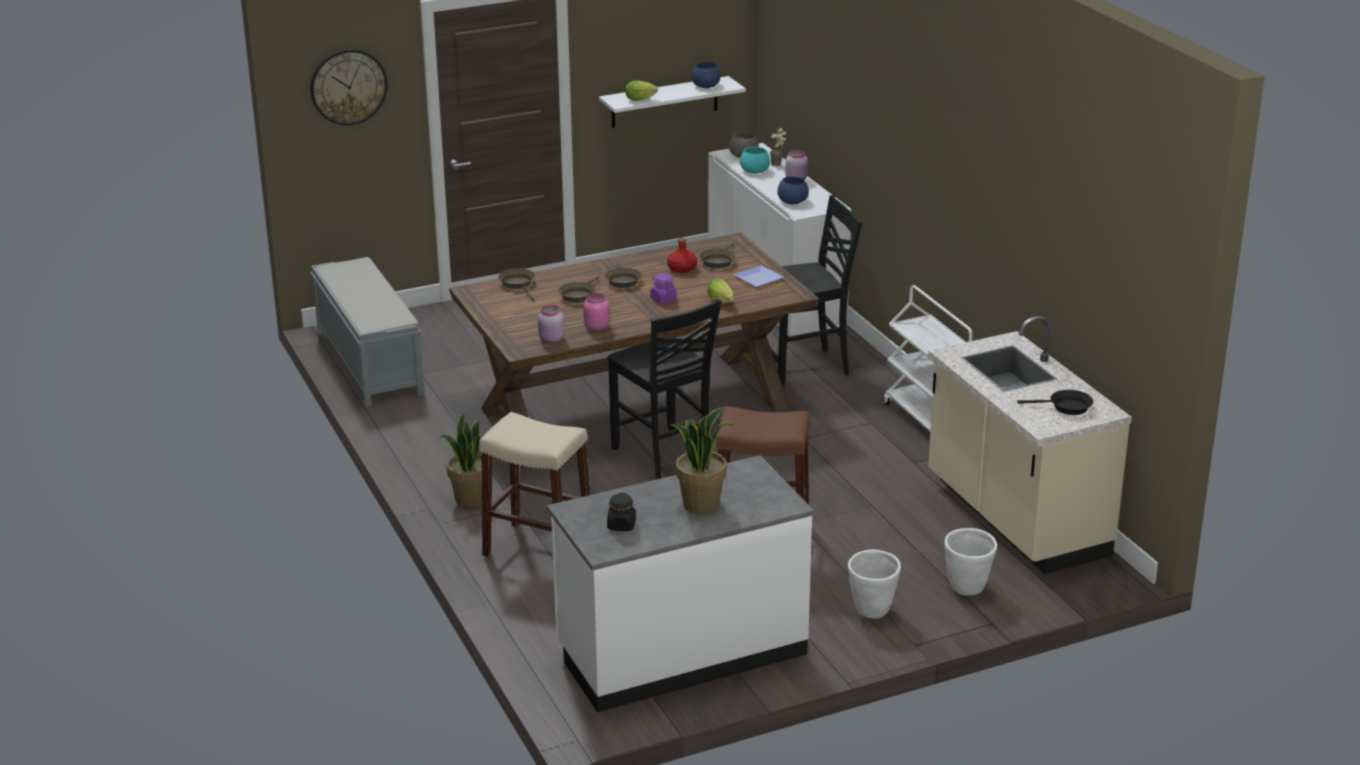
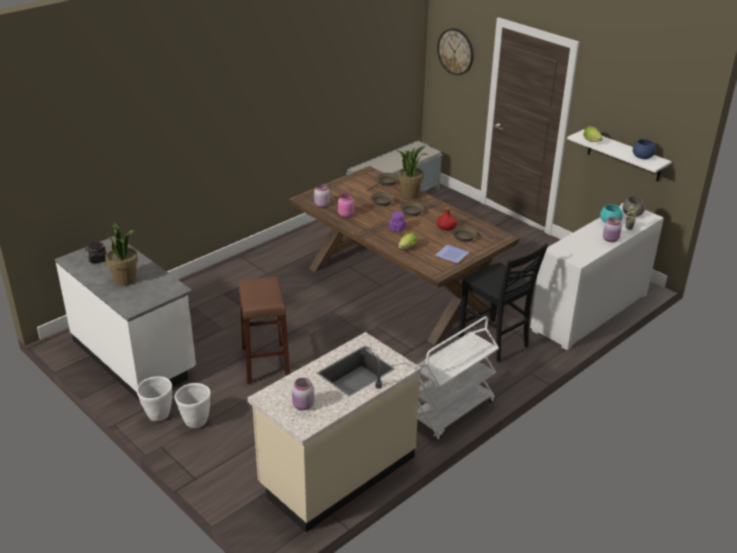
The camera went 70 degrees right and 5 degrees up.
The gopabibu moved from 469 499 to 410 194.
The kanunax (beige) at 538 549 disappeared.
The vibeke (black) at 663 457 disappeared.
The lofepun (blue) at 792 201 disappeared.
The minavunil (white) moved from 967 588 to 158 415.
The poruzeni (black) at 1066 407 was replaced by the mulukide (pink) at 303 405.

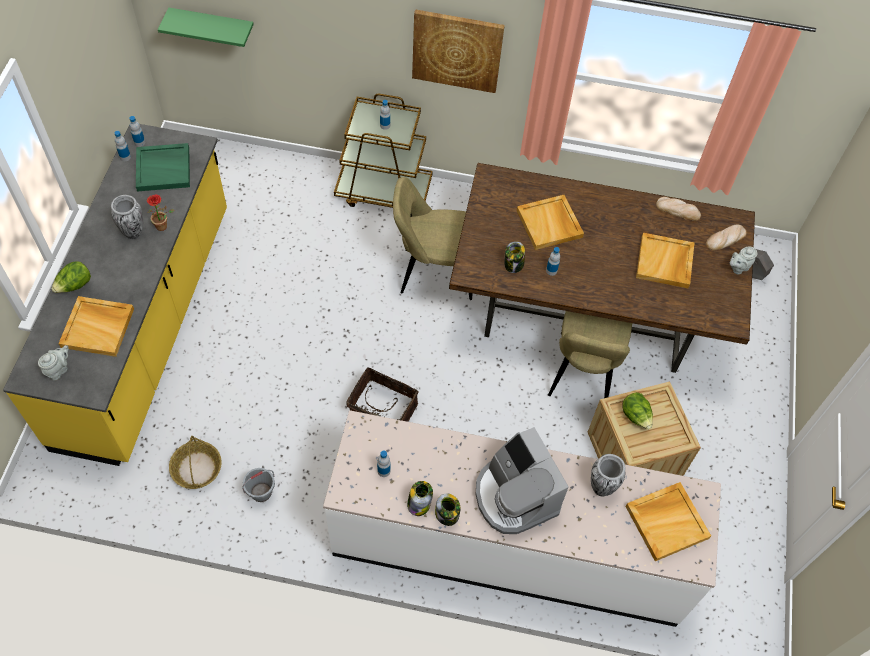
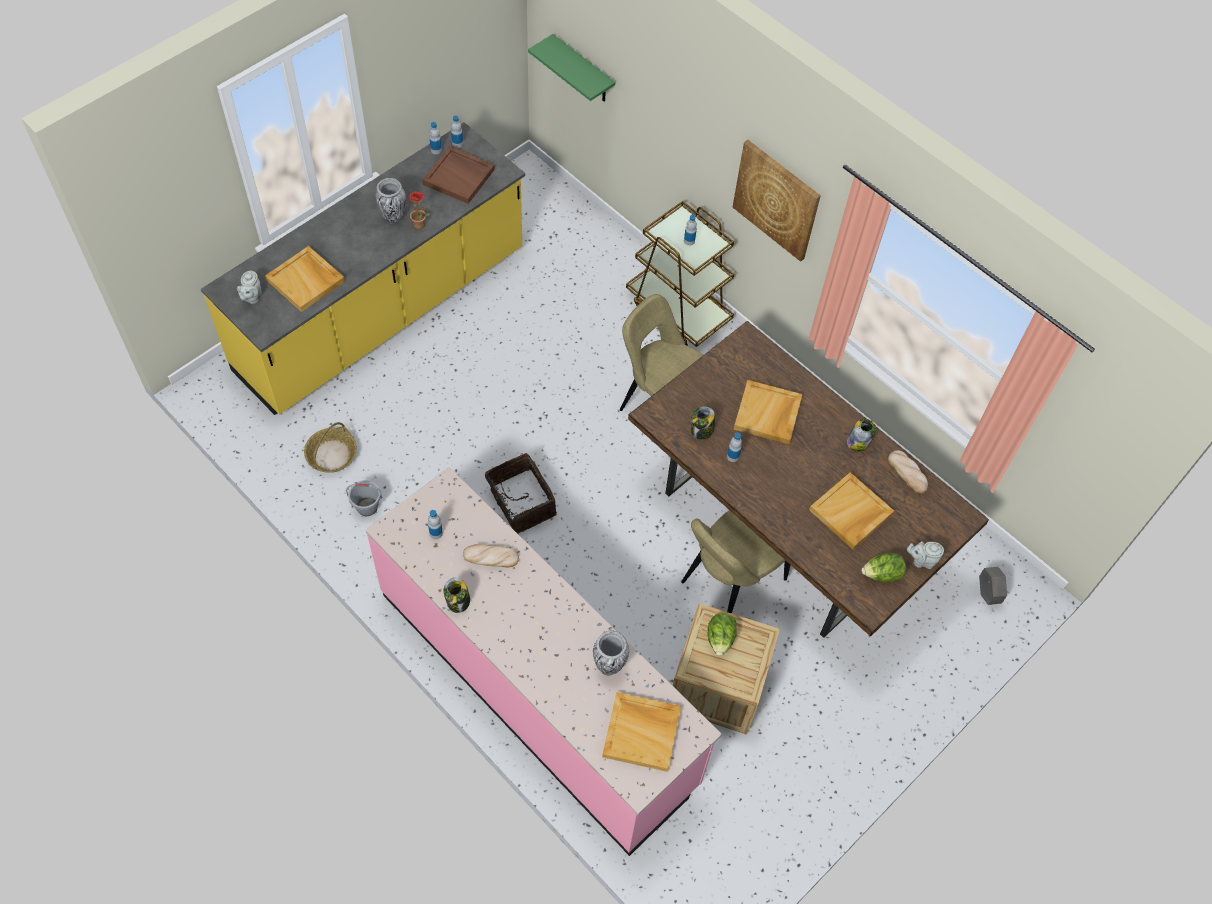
The camera went 35 degrees right and 0 degrees up.
The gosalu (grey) at 59 369 turned 120 degrees clockwise.
The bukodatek moved from 75 285 to 882 574.
The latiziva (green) at 164 168 became the latiziva (brown) at 459 177.
The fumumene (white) at 509 545 became the fumumene (pink) at 538 687.
The mulukide moved from 419 504 to 858 442.
The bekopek at 514 496 disappeared.
The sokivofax moved from 725 239 to 490 557.

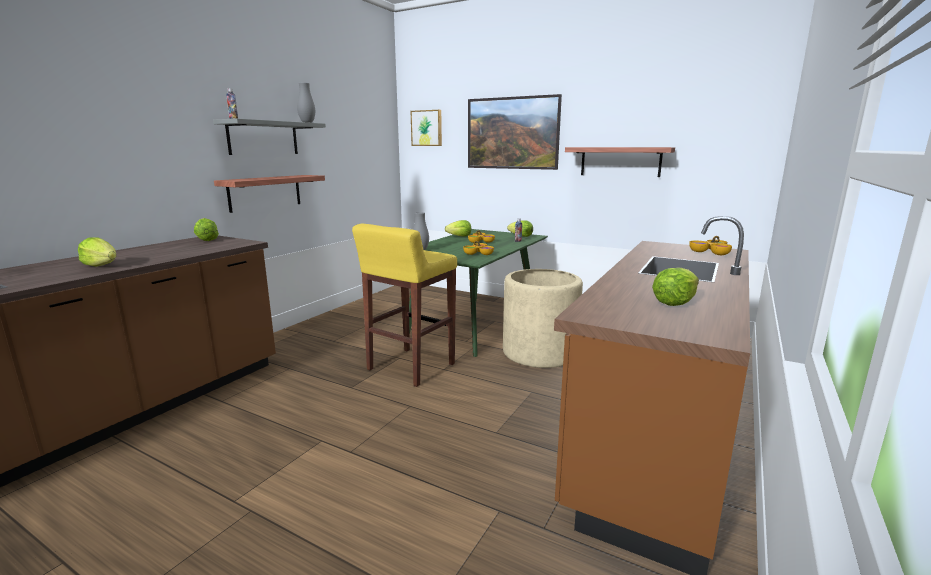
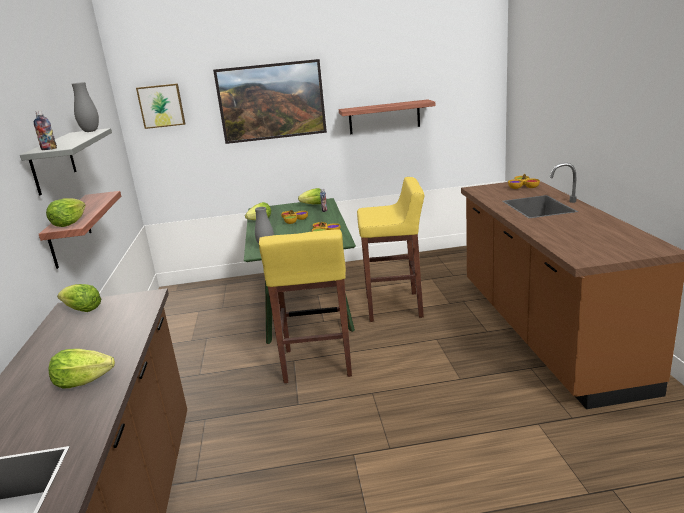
The camera went 35 degrees left and 5 degrees up.
The minavunil (beige) at 539 353 was replaced by the kanunax (yellow) at 395 307.
The bukodatek moved from 674 302 to 69 224.

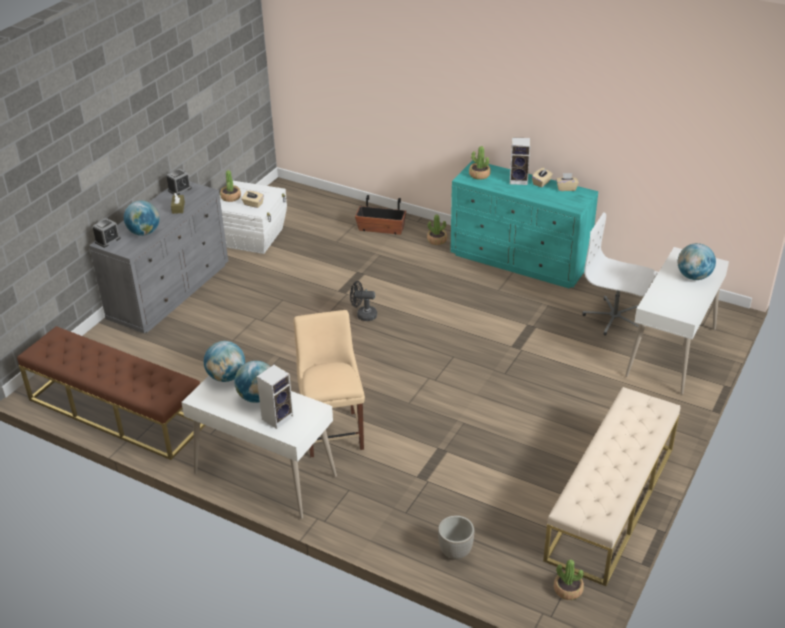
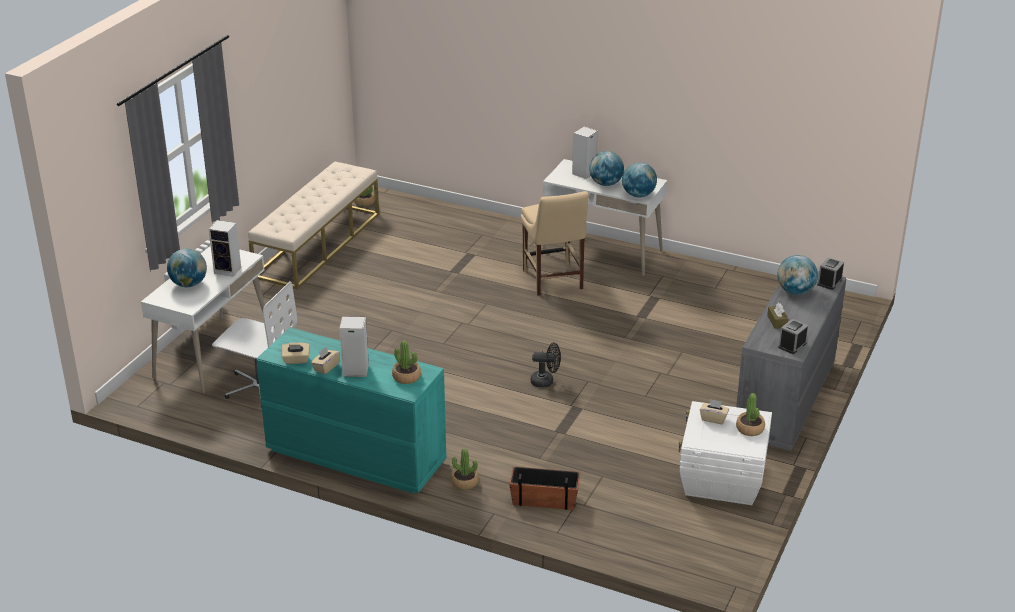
The camera went 175 degrees right and 5 degrees down.
The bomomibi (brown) at 116 411 disappeared.
The minavunil at 455 551 disappeared.
The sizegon at 228 270 appeared.

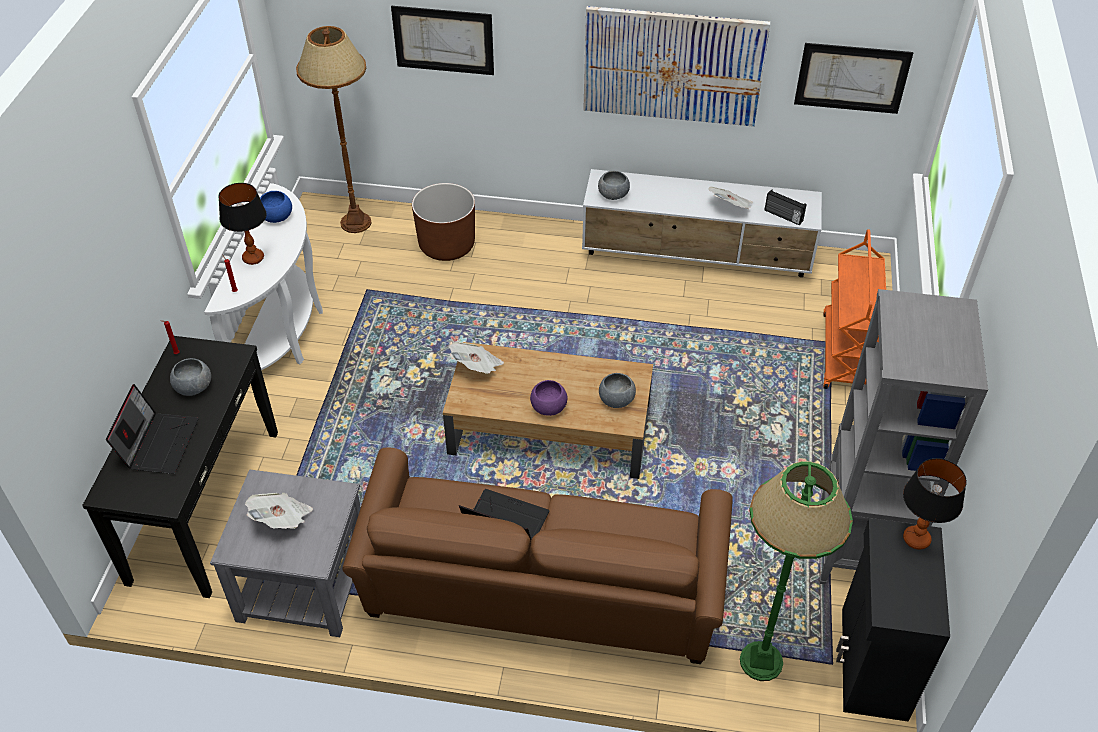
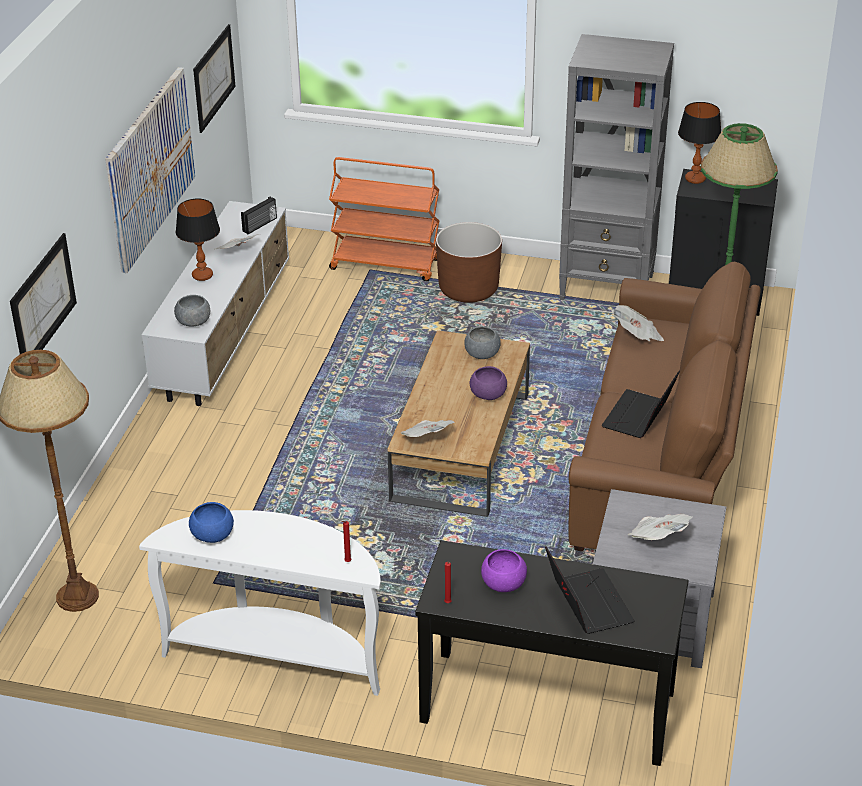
The camera went 85 degrees left and 10 degrees down.
The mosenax at 159 443 turned 60 degrees clockwise.
The lofepun (grey) at 193 387 became the lofepun (purple) at 503 583.
The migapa moved from 253 258 to 202 276.
The minavunil (brown) moved from 447 245 to 468 289.
The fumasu at 637 336 appeared.

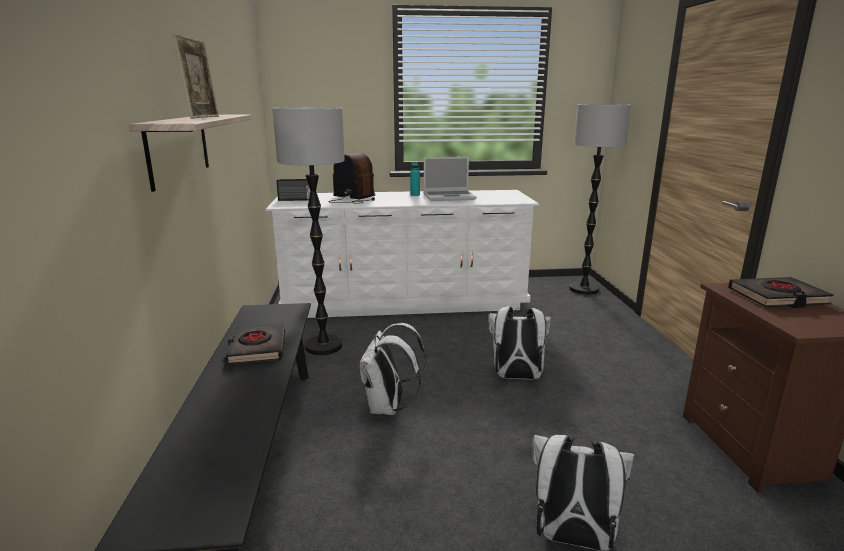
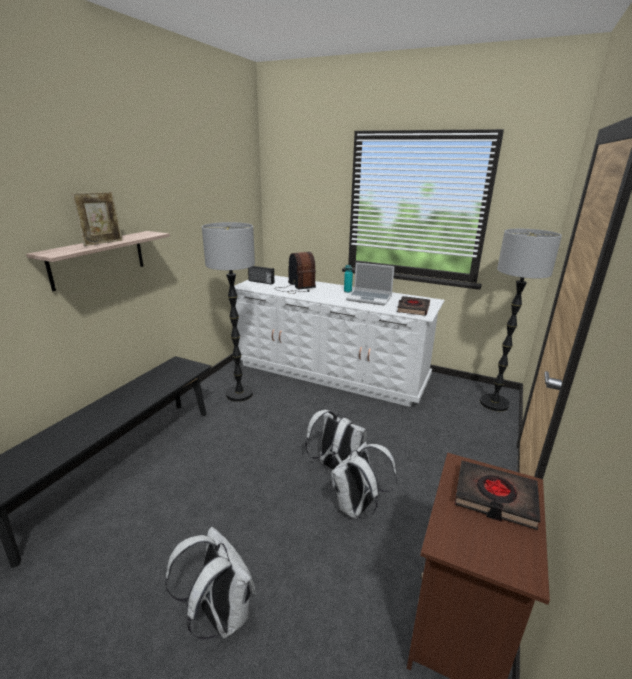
The camera went 30 degrees right and 5 degrees up.
The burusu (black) moved from 257 348 to 413 308.
The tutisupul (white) moved from 388 407 to 357 508.

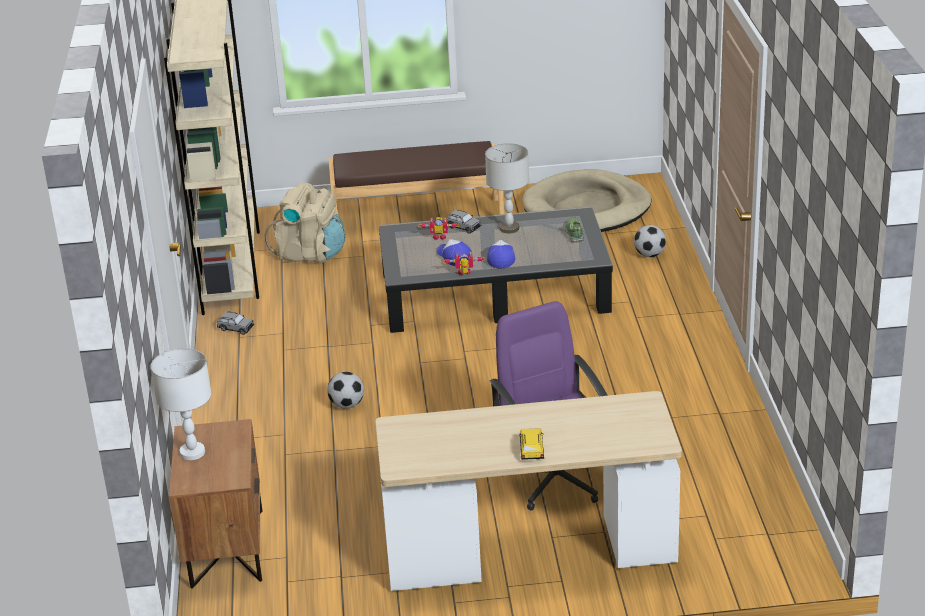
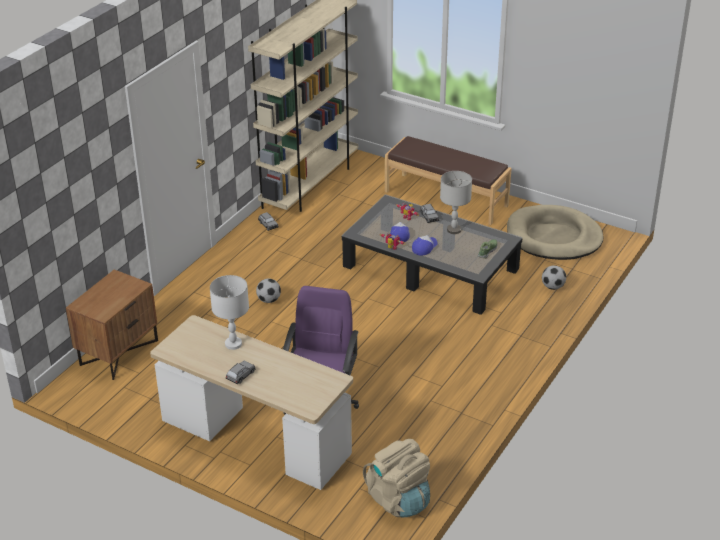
The camera went 35 degrees right and 5 degrees up.
The migapa (white) moved from 193 452 to 233 344.
The tutisupul (beige) moved from 310 253 to 398 499.
The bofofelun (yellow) at 531 450 became the bofofelun (grey) at 240 376.

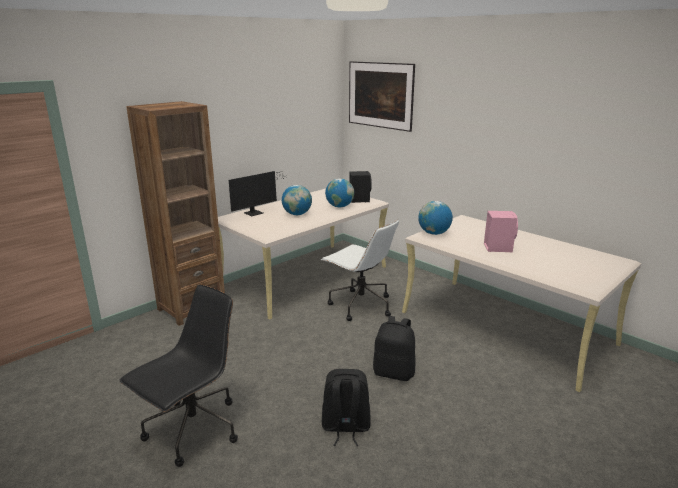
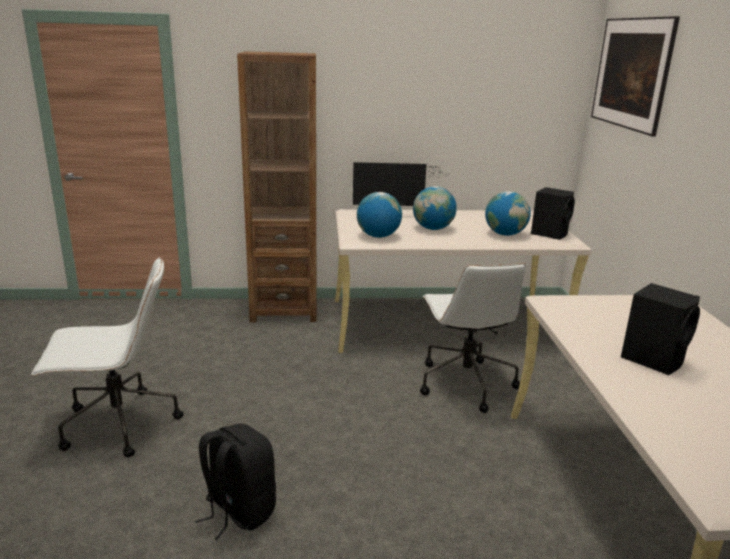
The camera went 40 degrees right and 0 degrees up.
The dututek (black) at 192 430 became the dututek (white) at 117 425.
The tutisupul (black) at 394 372 disappeared.
The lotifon moved from 434 233 to 378 236.
The sizegon (pink) at 498 247 became the sizegon (black) at 654 359.

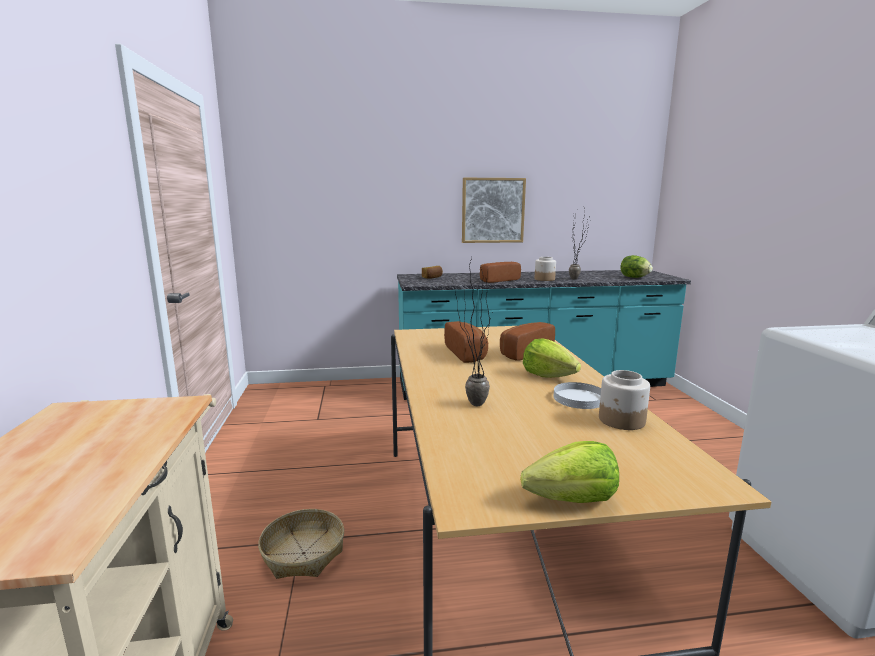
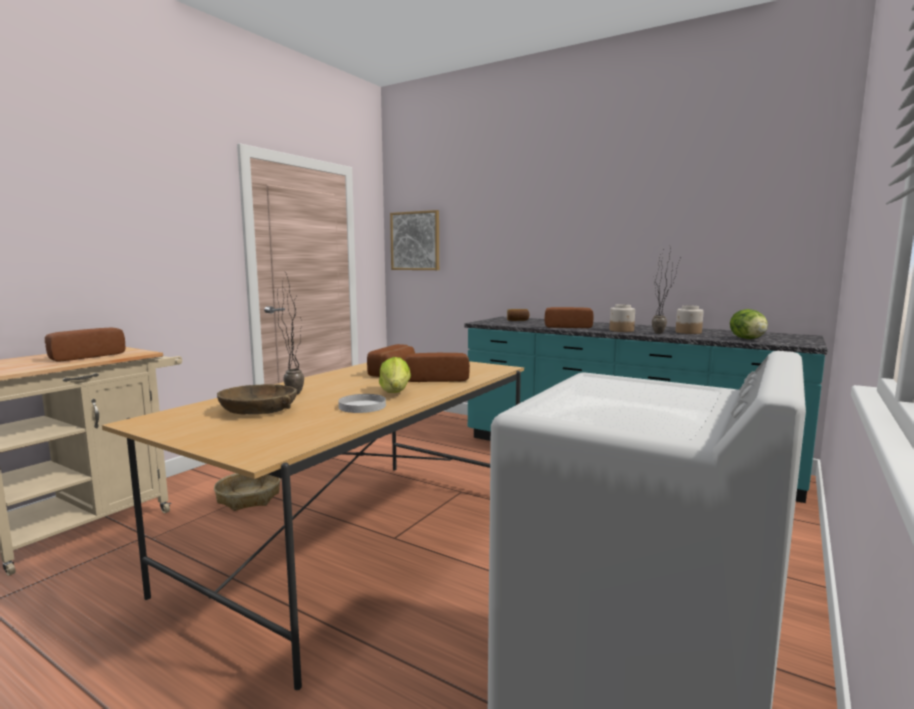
The camera went 40 degrees right and 5 degrees down.
The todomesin moved from 493 210 to 415 241.
The bukodatek at 573 500 disappeared.
The mulukide moved from 622 420 to 688 332.
The sokivofax at 85 356 appeared.
The lofepun (brown) at 259 409 appeared.

